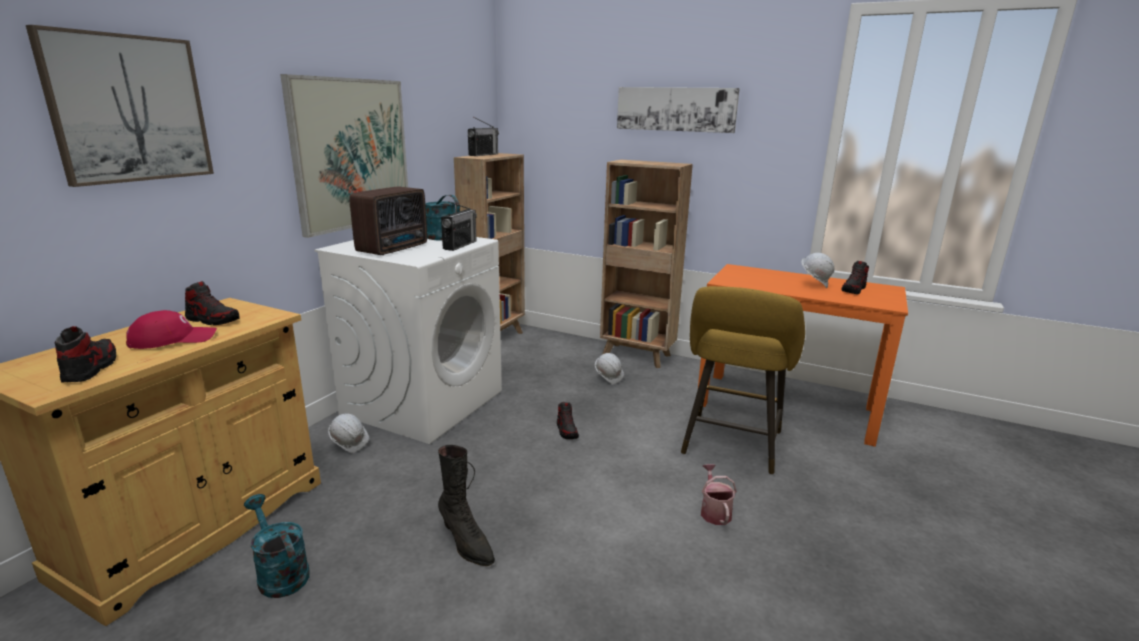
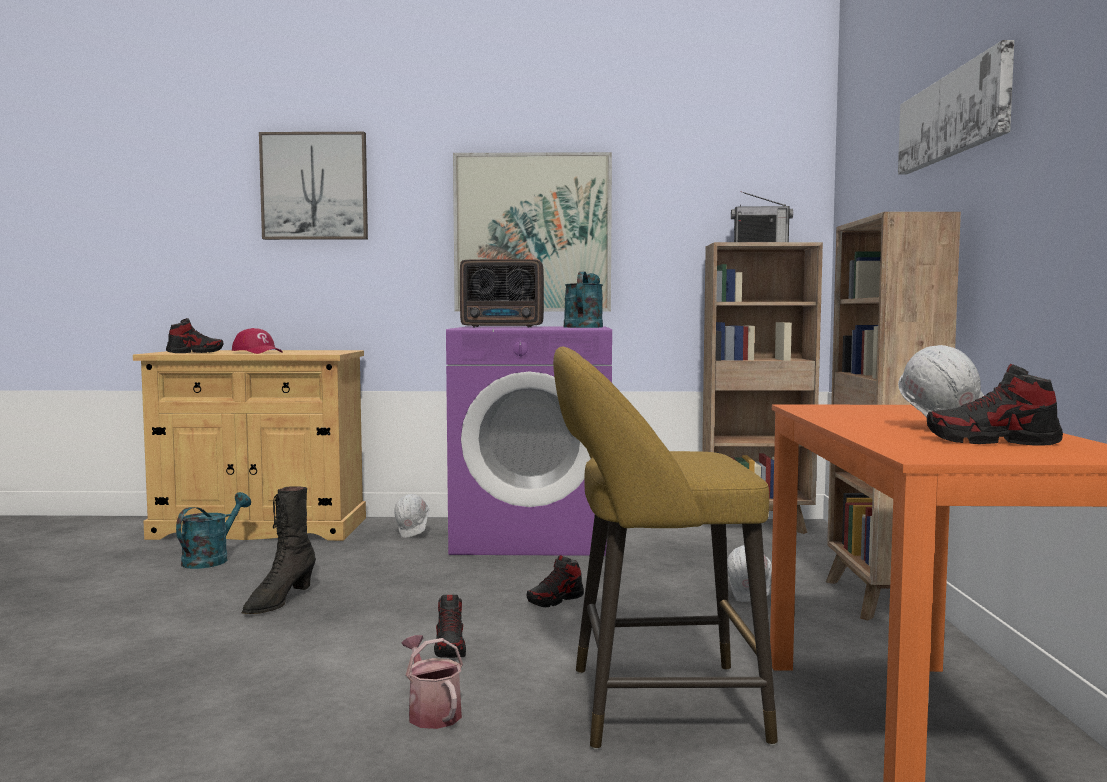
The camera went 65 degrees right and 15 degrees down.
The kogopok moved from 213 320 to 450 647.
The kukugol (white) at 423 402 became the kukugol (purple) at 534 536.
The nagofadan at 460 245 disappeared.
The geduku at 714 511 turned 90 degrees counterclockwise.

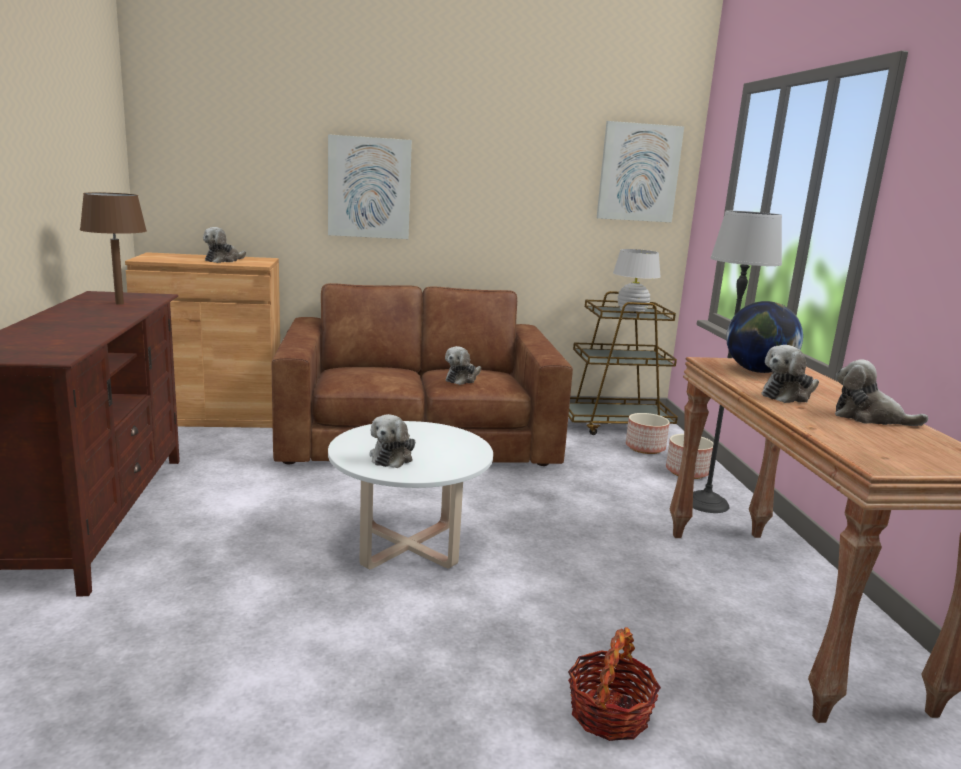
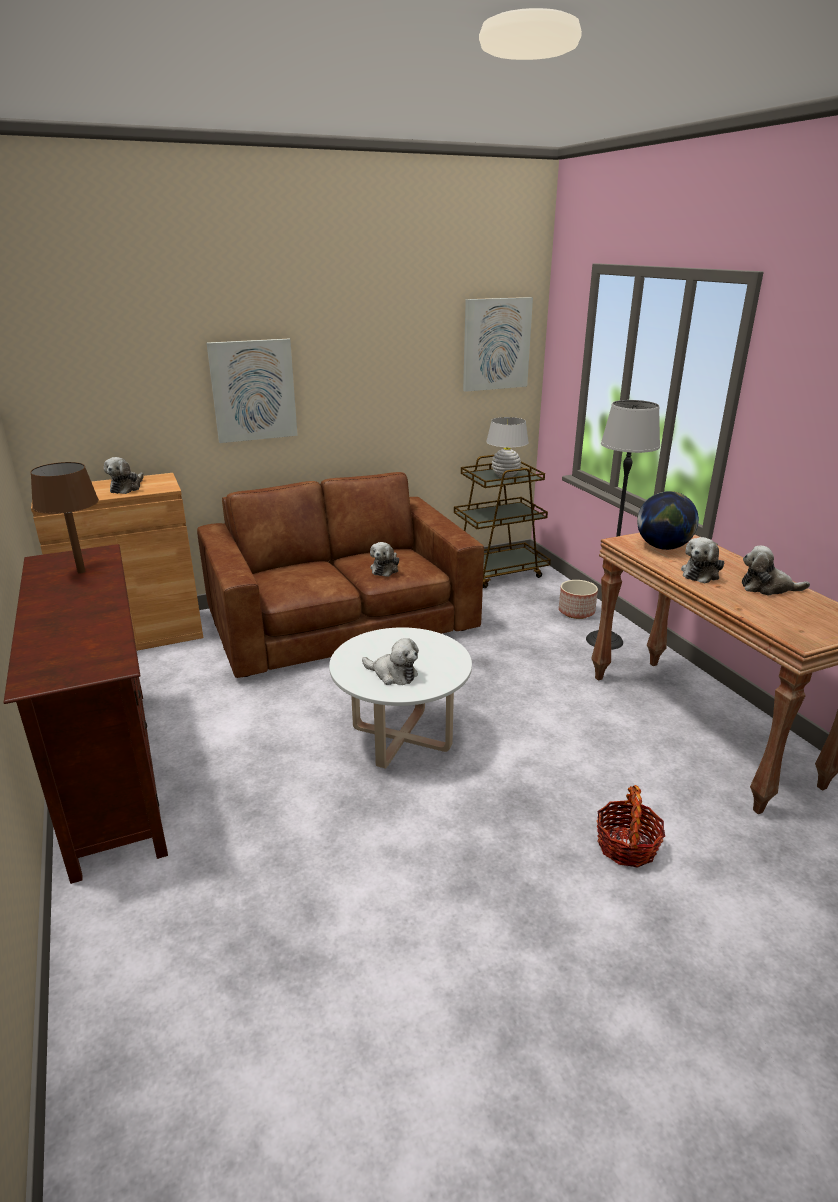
The camera went 15 degrees left and 10 degrees up.
The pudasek at 393 457 turned 60 degrees counterclockwise.
The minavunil at 644 448 disappeared.

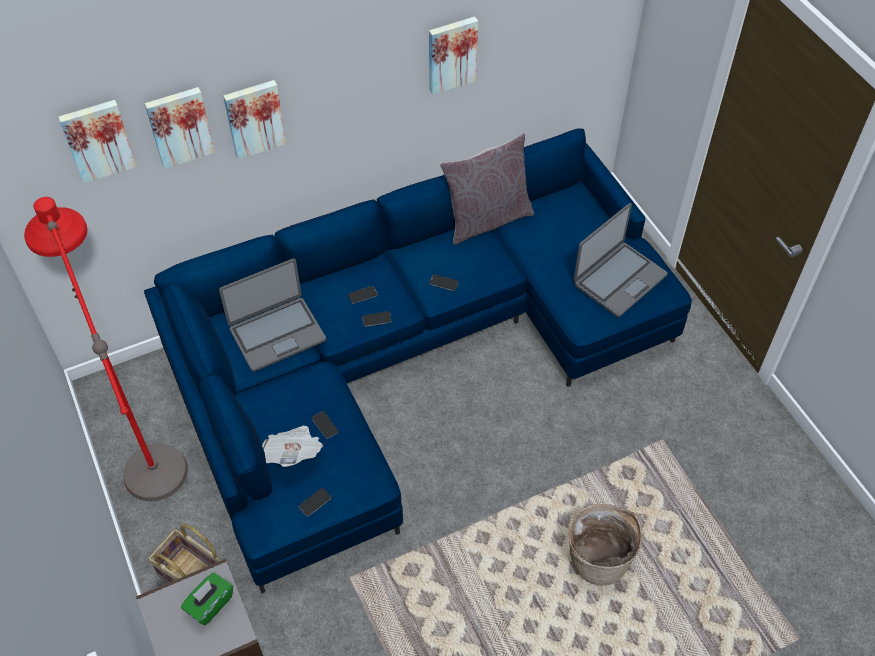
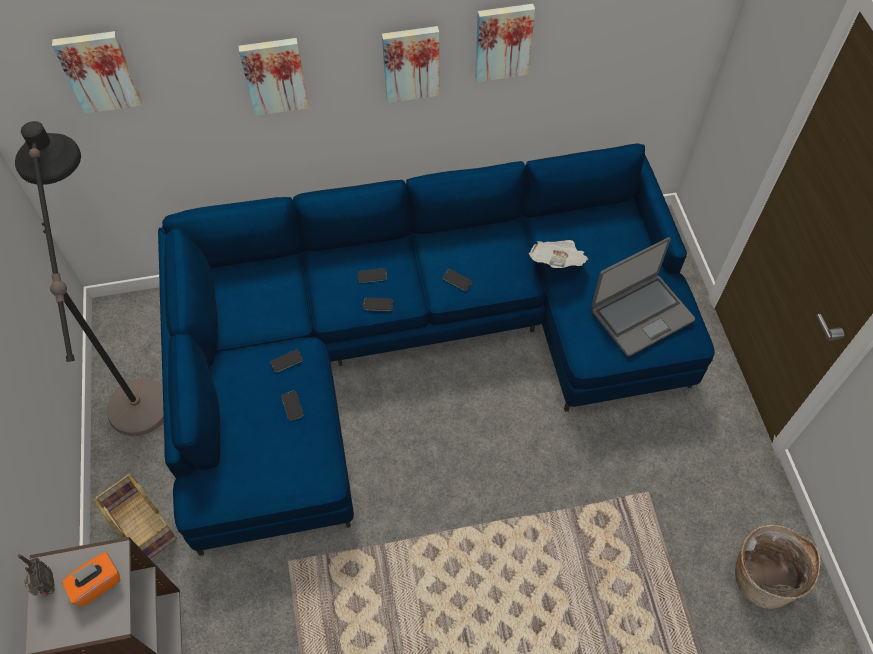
The camera went 15 degrees right and 5 degrees up.
The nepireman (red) at 142 437 became the nepireman (black) at 138 369.
The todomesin moved from 179 126 to 411 63.
The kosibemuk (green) at 210 604 became the kosibemuk (orange) at 97 583.
The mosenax at 277 334 disappeared.
The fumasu moved from 293 454 to 557 262.
The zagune moved from 315 502 to 286 361.
The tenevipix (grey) at 487 219 disappeared.
The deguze moved from 599 557 to 763 576.
The nagofadan at 47 586 appeared.

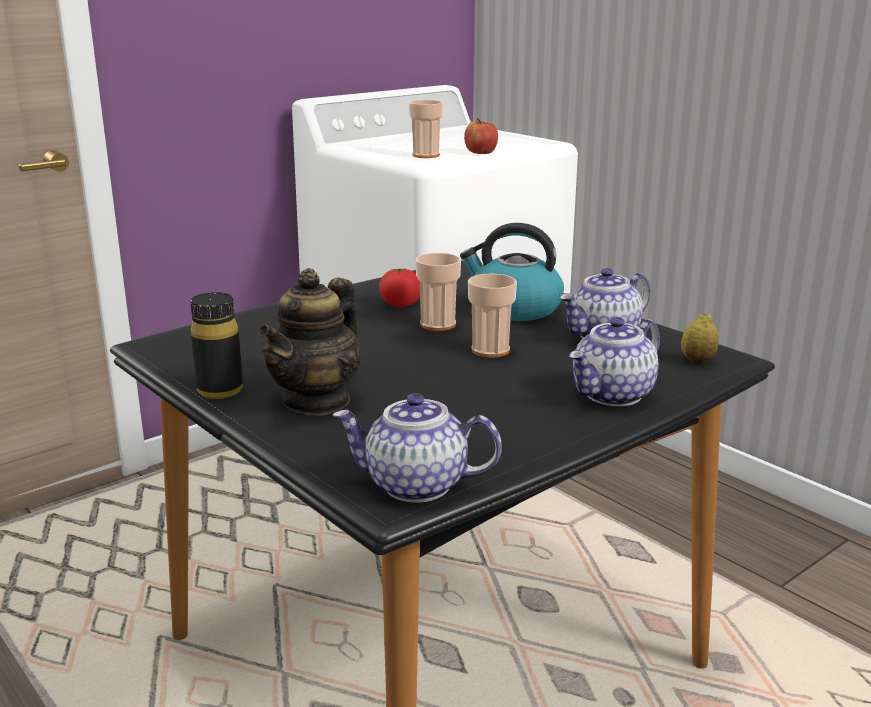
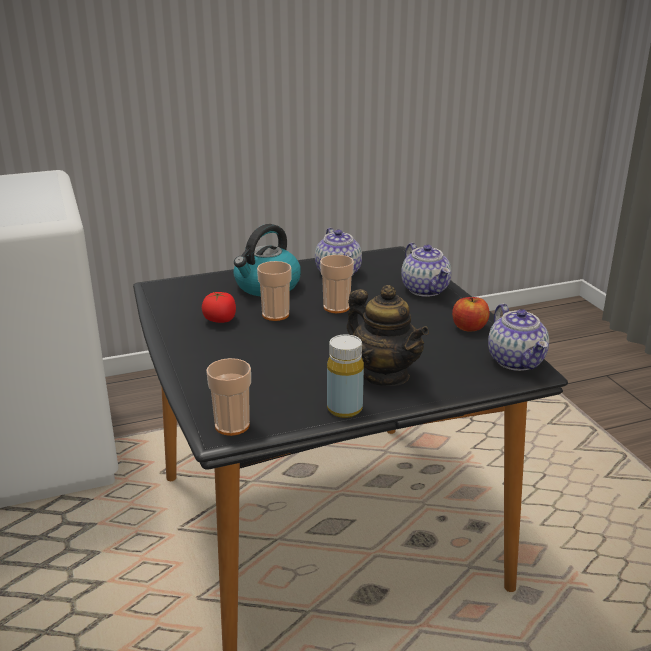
The camera went 70 degrees left and 5 degrees up.
The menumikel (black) at 220 390 became the menumikel (yellow) at 344 409.
The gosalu at 415 485 turned 45 degrees counterclockwise.
The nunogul moved from 426 155 to 232 425.
The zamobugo moved from 481 153 to 469 327.
The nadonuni at 697 361 disappeared.

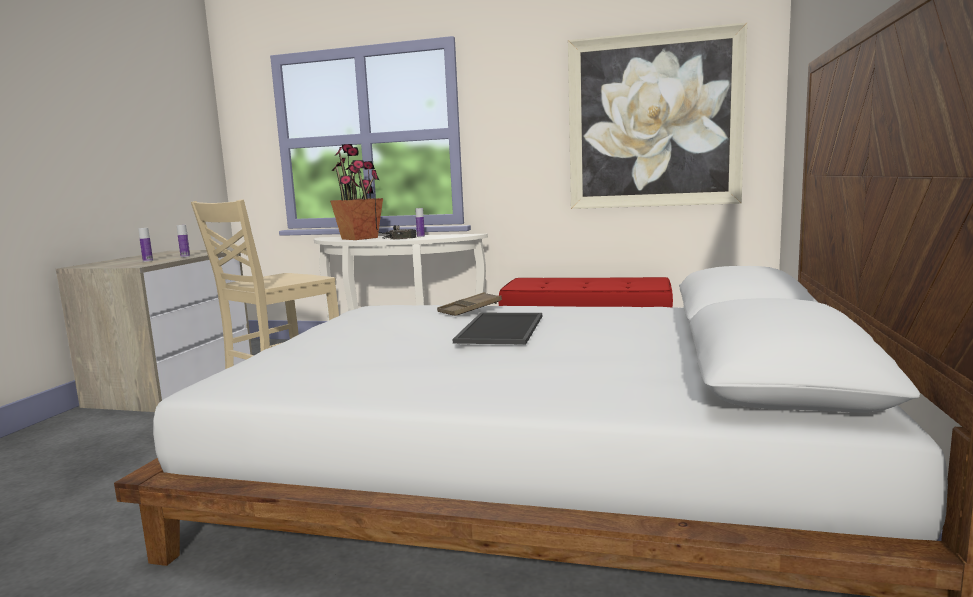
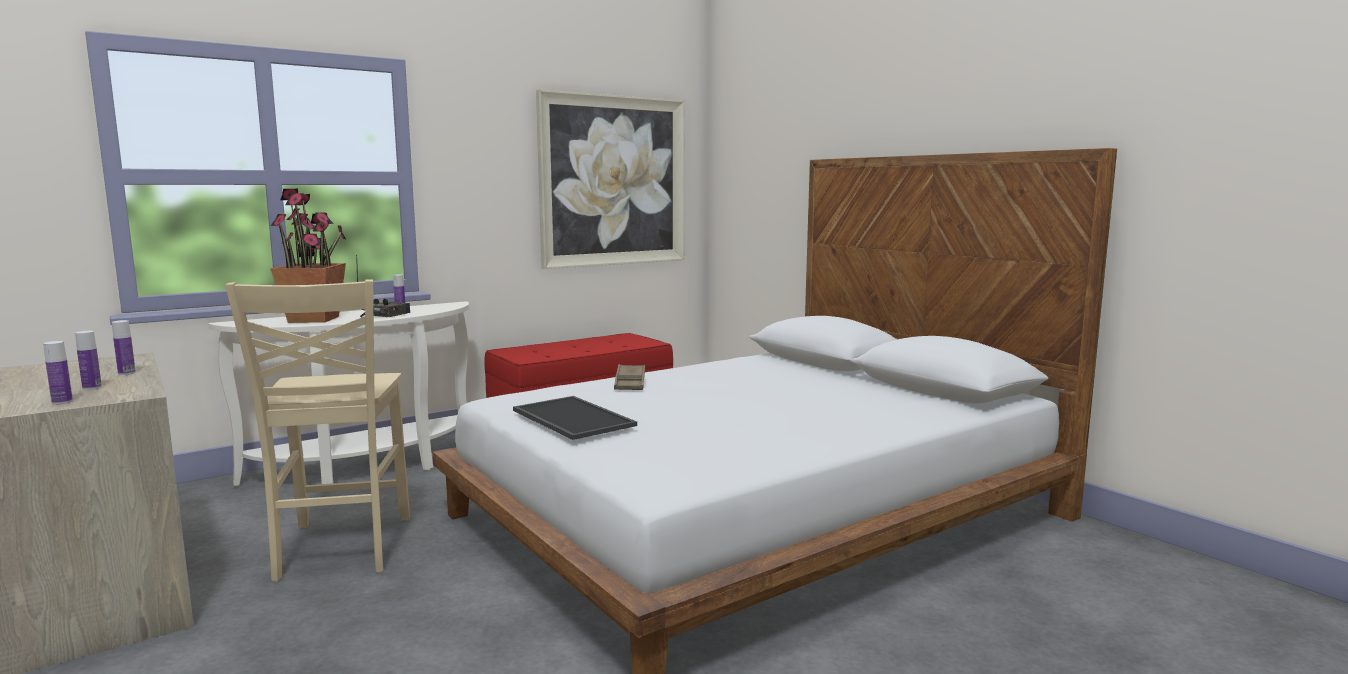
The camera went 50 degrees left and 0 degrees up.
The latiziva moved from 499 328 to 570 418.
The menumikel at 62 402 appeared.

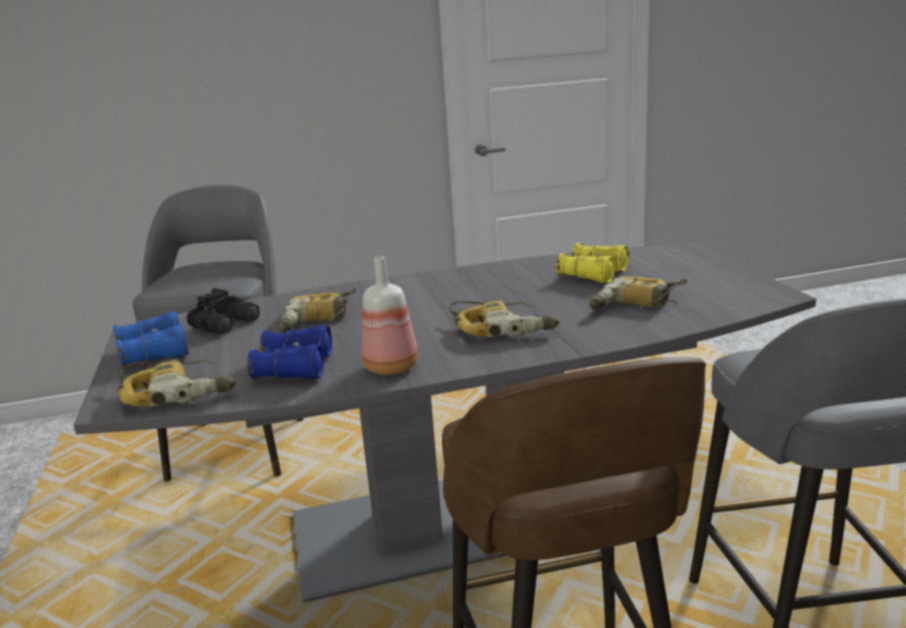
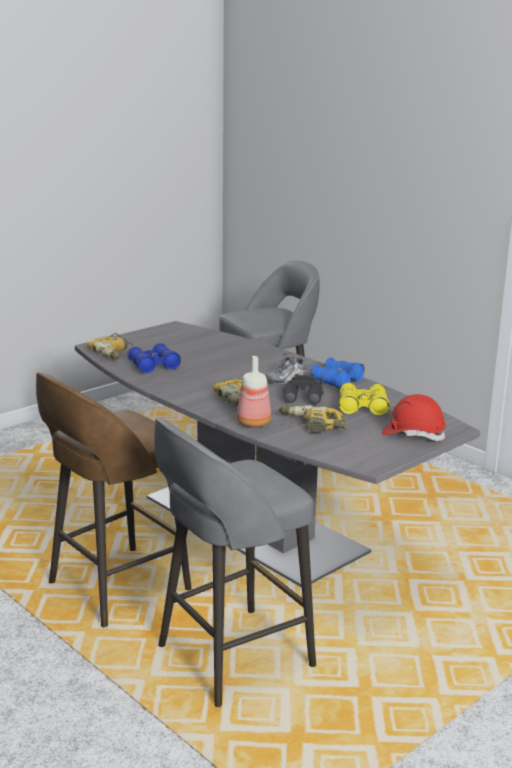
The camera went 60 degrees right and 0 degrees up.
The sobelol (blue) moved from 154 353 to 337 381.
The sobelol (black) moved from 227 324 to 303 399.
The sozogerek at 319 320 disappeared.
The menumikel moved from 393 367 to 254 423.
The kogopok at 285 379 appeared.
The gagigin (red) at 413 434 appeared.

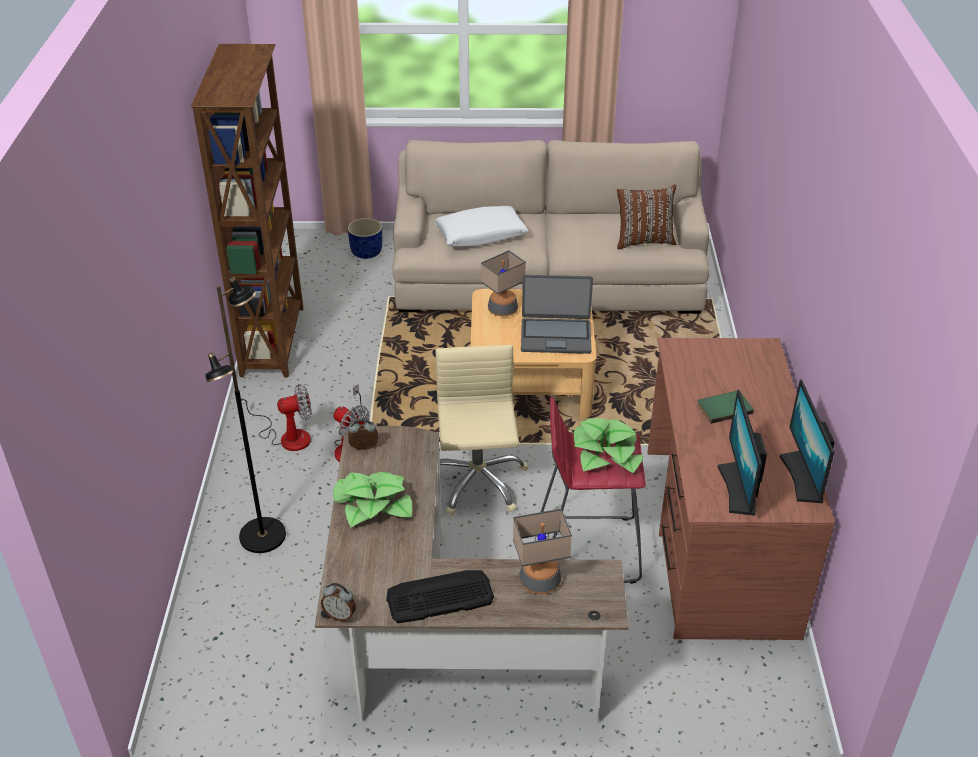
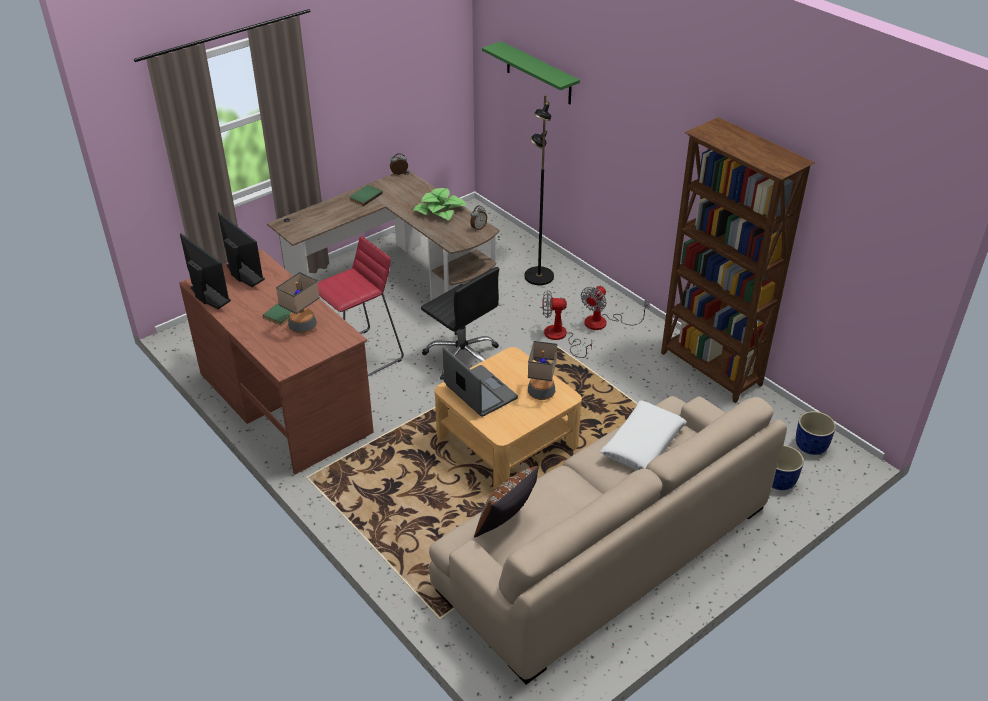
The camera went 140 degrees right and 0 degrees up.
The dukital at 439 597 was replaced by the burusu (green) at 365 196.
The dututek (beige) at 477 482 became the dututek (black) at 462 357.
The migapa moved from 539 580 to 303 327.
The mosenax at 555 336 turned 90 degrees clockwise.
The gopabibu at 606 453 disappeared.
The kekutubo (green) at 538 73 appeared.
The minavunil (blue) at 811 446 appeared.

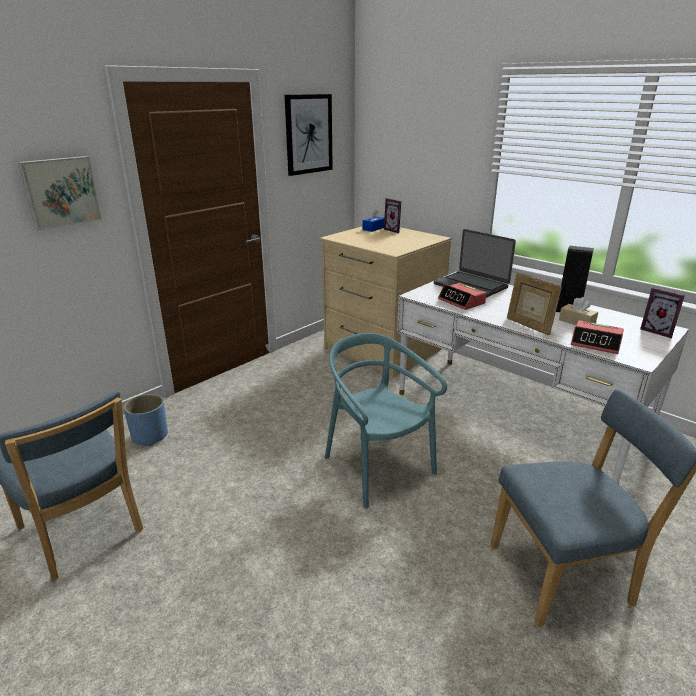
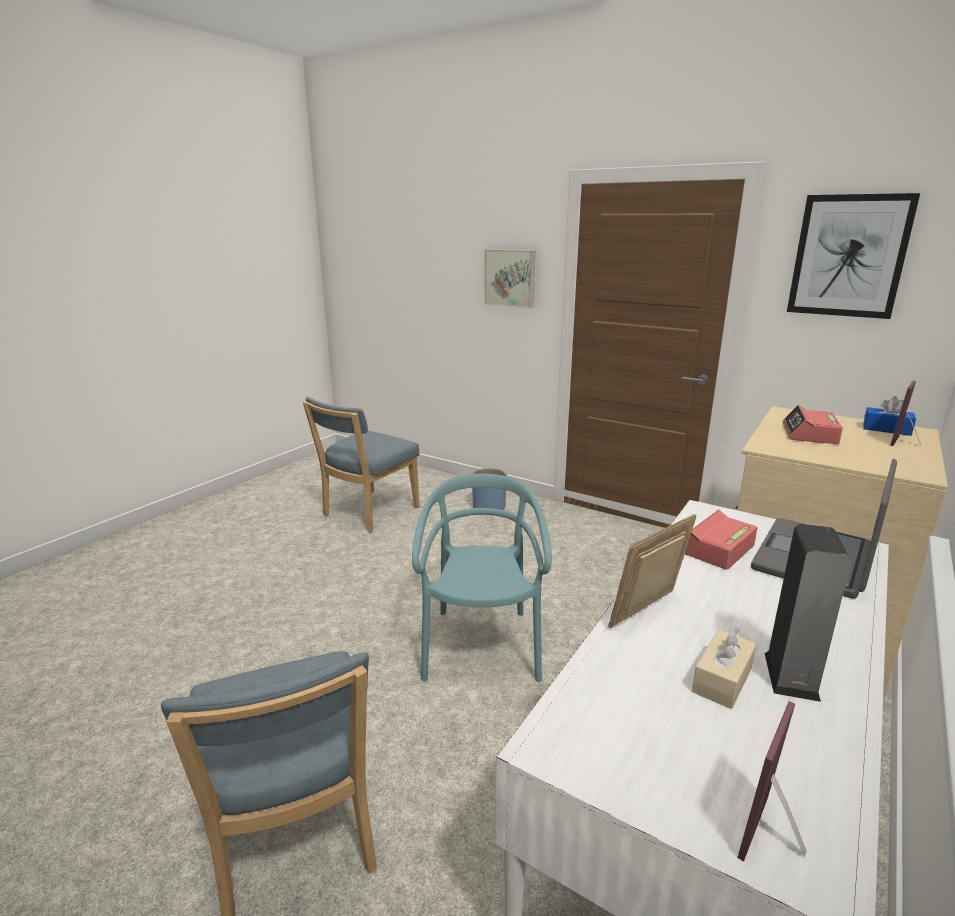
The camera went 80 degrees right and 5 degrees down.
The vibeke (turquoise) at 377 468 turned 45 degrees counterclockwise.
The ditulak moved from 596 343 to 809 434.

